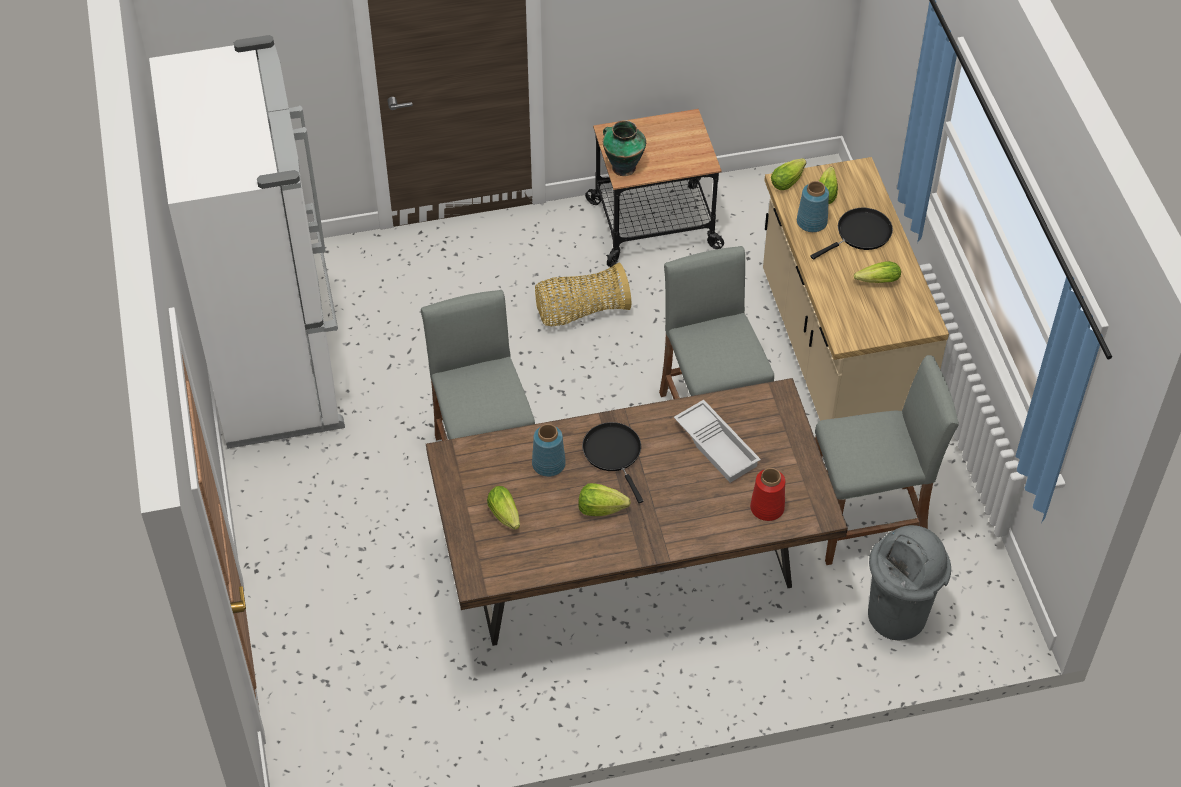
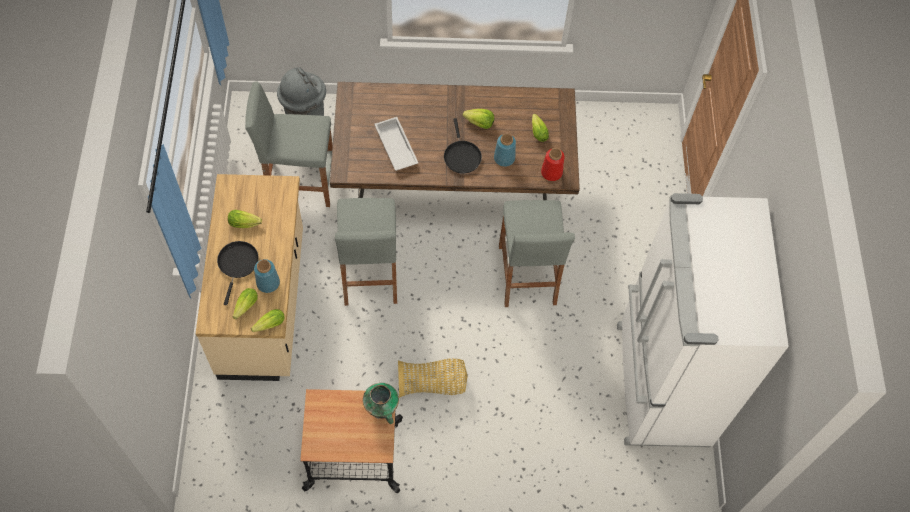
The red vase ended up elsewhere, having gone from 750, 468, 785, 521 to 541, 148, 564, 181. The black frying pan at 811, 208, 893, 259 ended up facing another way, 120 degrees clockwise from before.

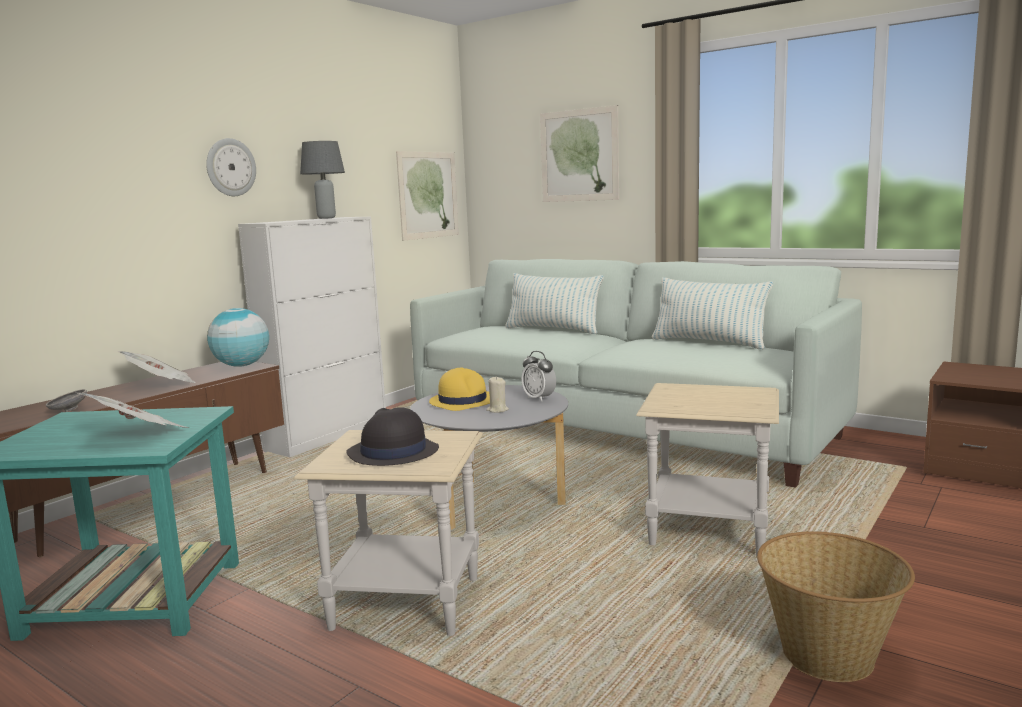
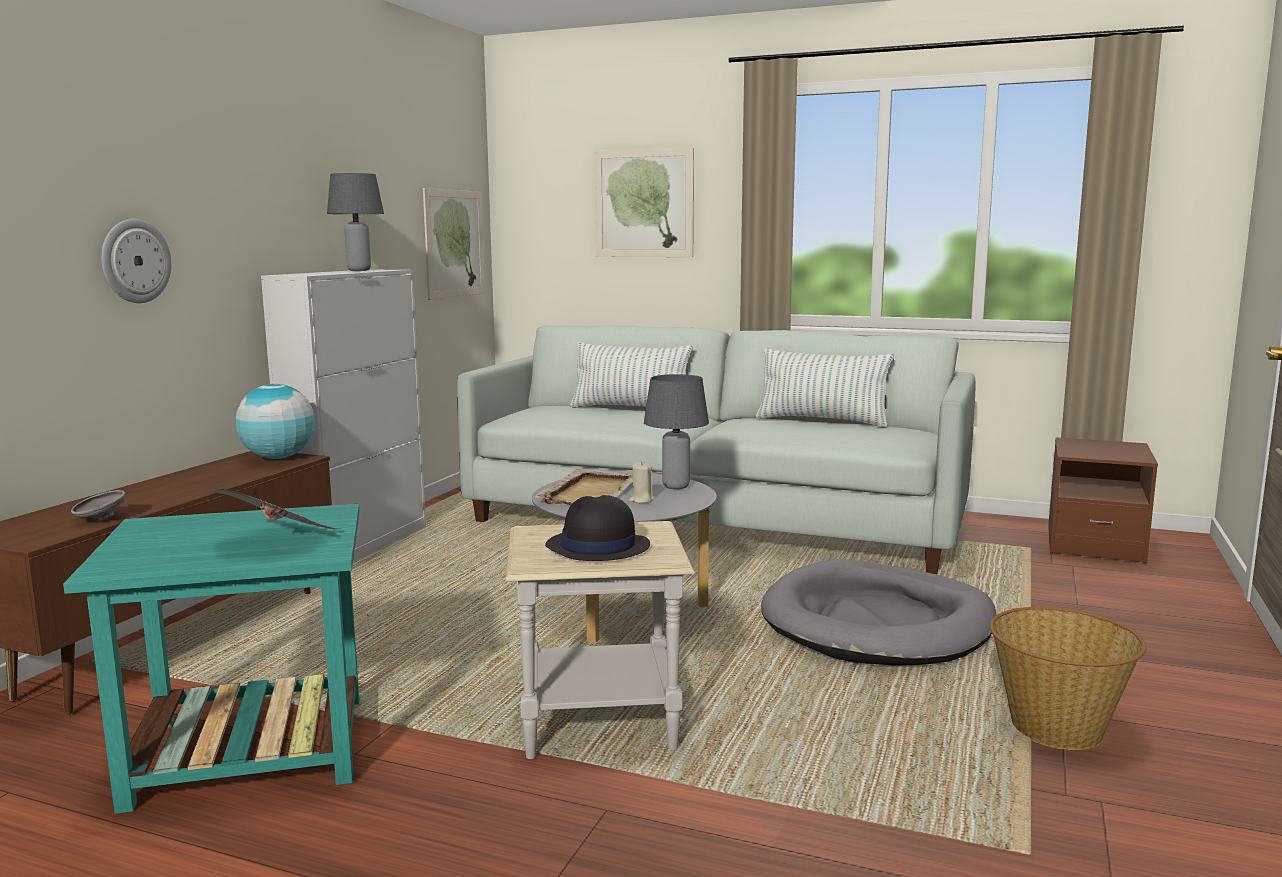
The second view lost the newspaper at 117, 351, 196, 383. The wall clock ended up elsewhere, having gone from 206, 138, 256, 196 to 101, 219, 172, 303. Where the yellow hat stood at 429, 367, 490, 411, the beige tray came to stand at 535, 470, 633, 505. Where the alarm clock stood at 521, 351, 556, 402, the grey table lamp came to stand at 644, 374, 709, 489. Where the beige side table stood at 636, 383, 779, 556, the grey dog bed came to stand at 761, 559, 997, 665.

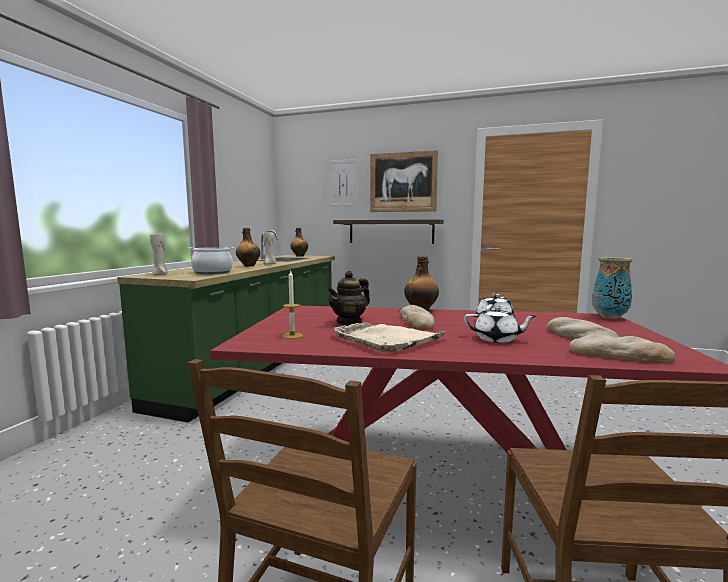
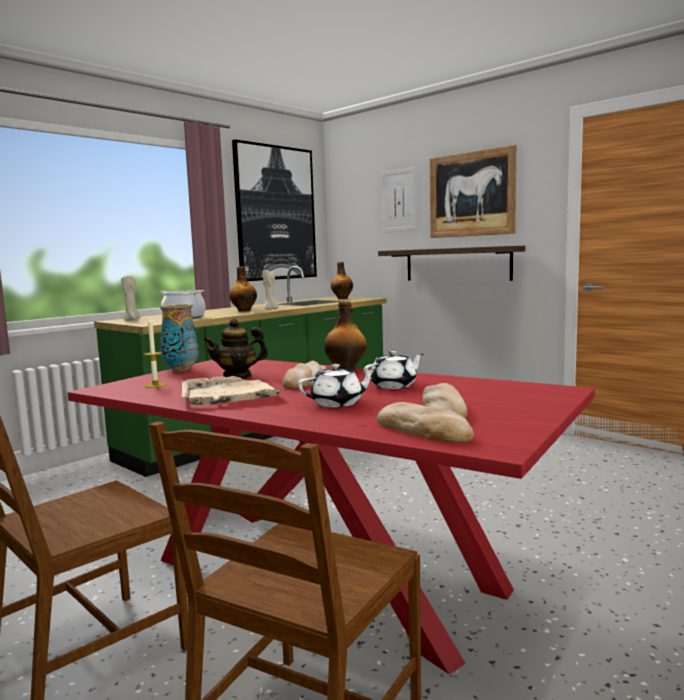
The second view gained the picture at 232, 140, 317, 281. The vase ended up elsewhere, having gone from 592, 257, 633, 319 to 160, 304, 199, 372. The white teapot at 464, 306, 536, 343 ended up facing another way, 60 degrees counterclockwise from before.

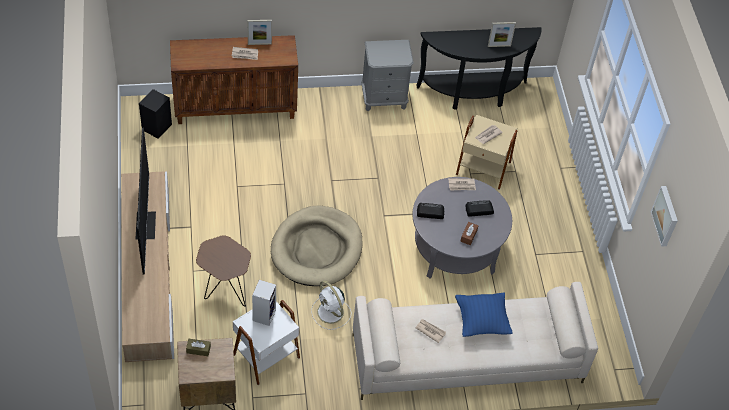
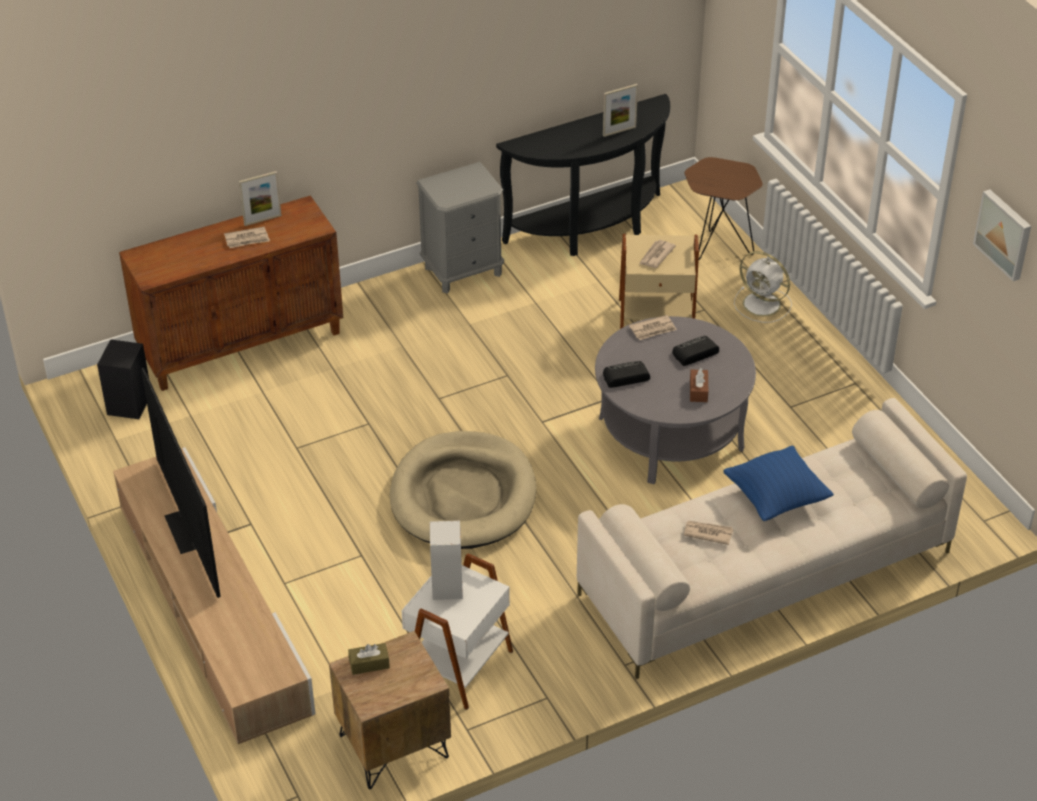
The brown side table ended up elsewhere, having gone from 196, 235, 251, 307 to 684, 157, 763, 260. The white fan ended up elsewhere, having gone from 311, 281, 351, 330 to 734, 251, 792, 323.

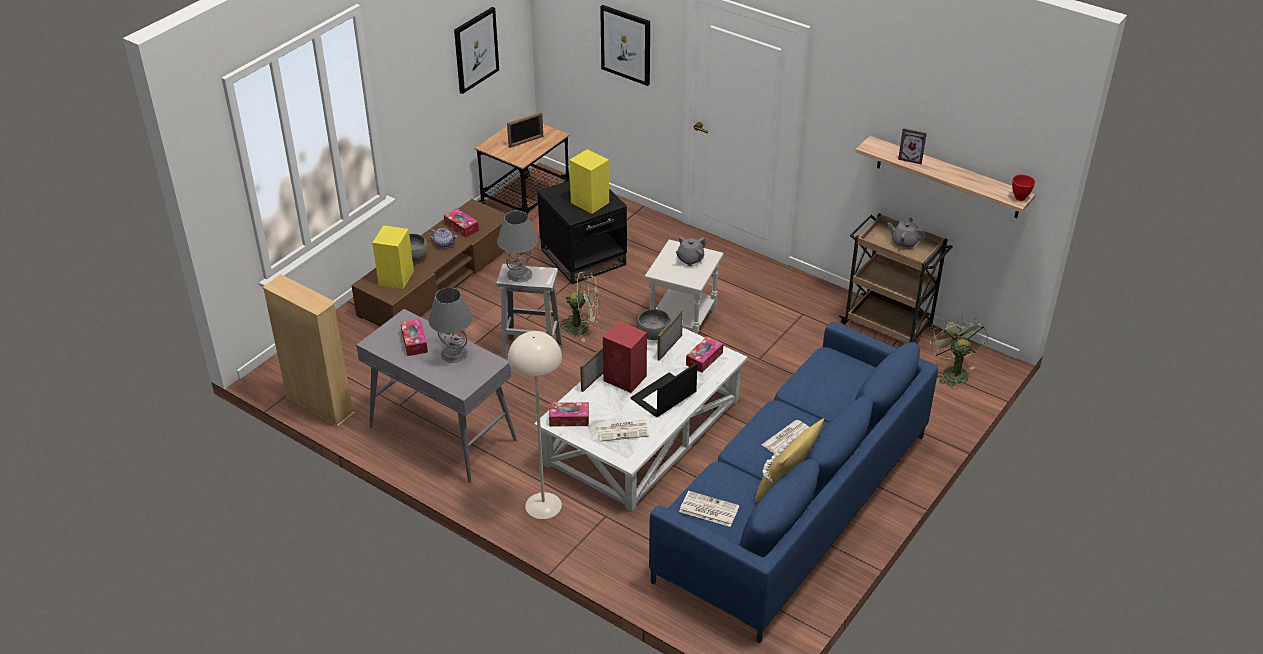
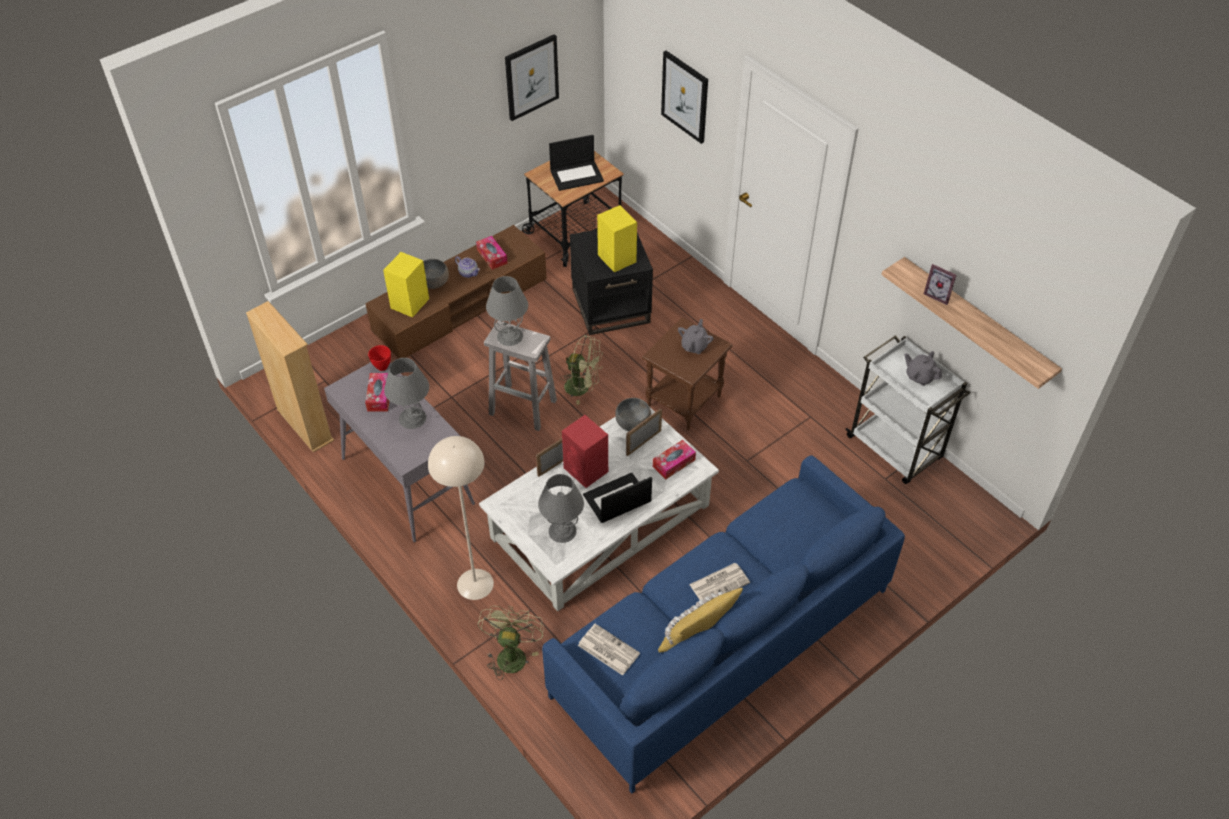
The second view lost the tissue box at 549, 402, 589, 426. The green fan ended up elsewhere, having gone from 930, 315, 988, 389 to 478, 606, 544, 680. The red bowl ended up elsewhere, having gone from 1012, 175, 1035, 201 to 368, 345, 391, 371. Where the picture frame stood at 507, 112, 543, 148, the laptop came to stand at 549, 135, 604, 191. Where the newspaper stood at 596, 420, 649, 442, the grey table lamp came to stand at 538, 474, 584, 543. What was the white side table at 645, 239, 724, 334 turned into the brown side table at 642, 317, 733, 430. What was the brown cart at 839, 213, 953, 344 turned into the white cart at 846, 335, 970, 484. The grey teapot at 676, 236, 706, 266 ended up facing another way, 135 degrees clockwise from before.

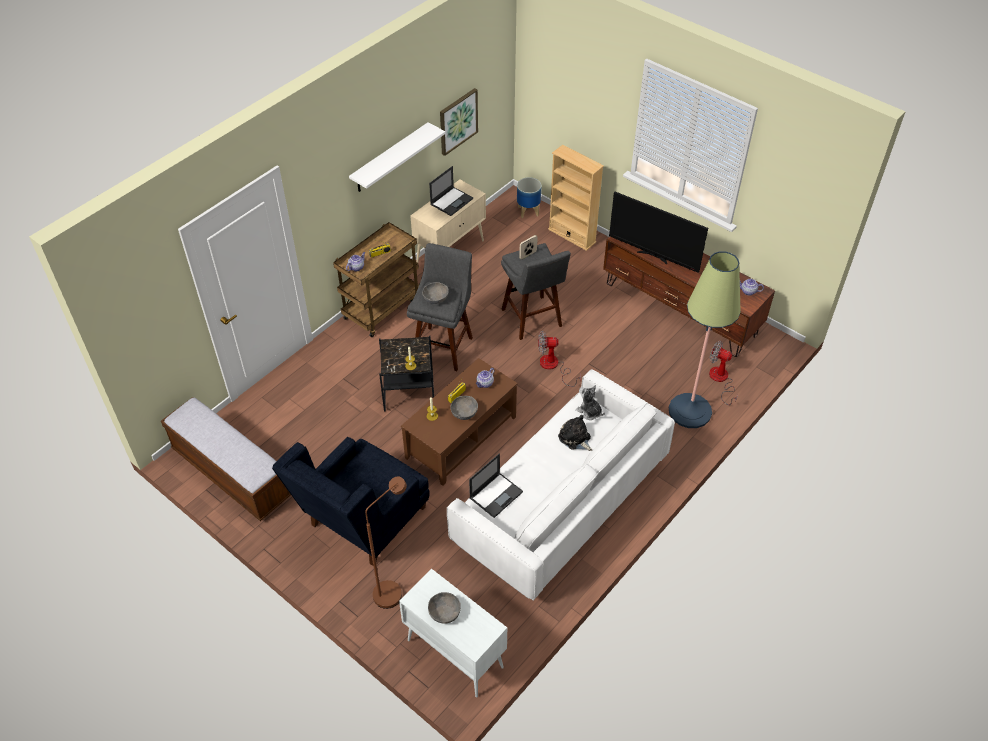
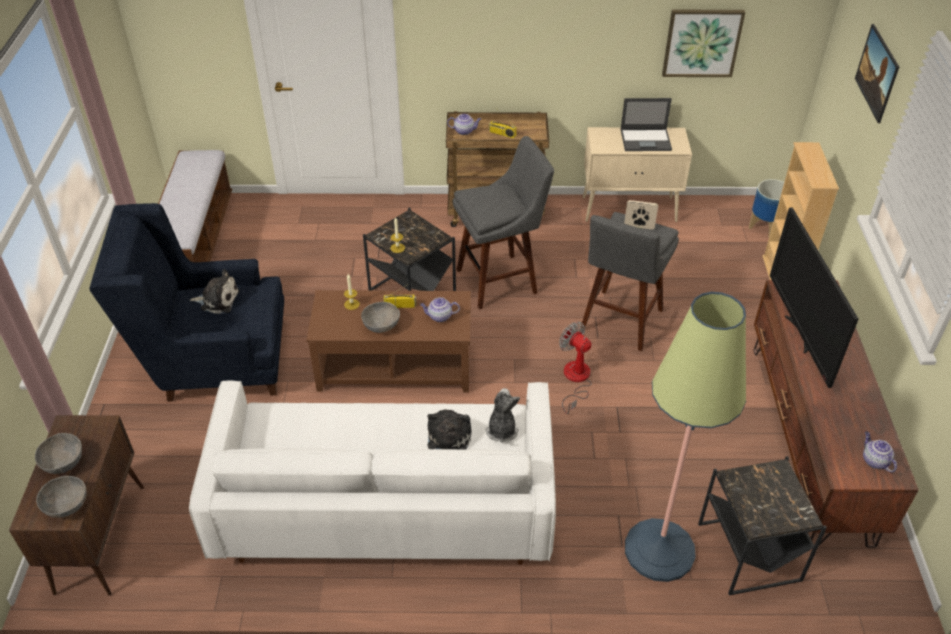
The second view lost the white shelf at 349, 122, 445, 192. The second view lost the brown floor lamp at 365, 476, 407, 609. The second view lost the laptop at 469, 454, 523, 518. The second view gained the plush toy at 190, 269, 240, 314. The second view gained the picture at 855, 24, 899, 123. The grey bowl ended up elsewhere, having gone from 422, 282, 449, 304 to 36, 476, 87, 518. Where the fan stood at 709, 341, 738, 405, the black side table came to stand at 698, 456, 827, 595. What was the white cabinet at 399, 569, 507, 698 turned into the brown cabinet at 9, 415, 144, 595.

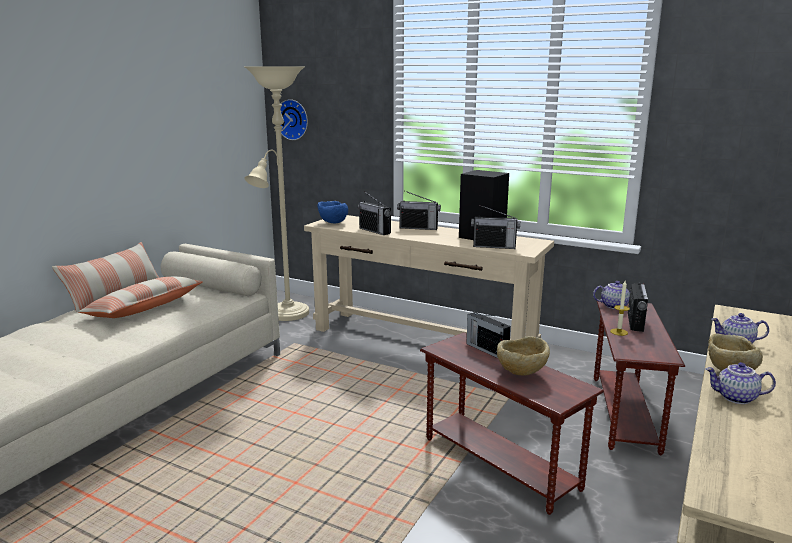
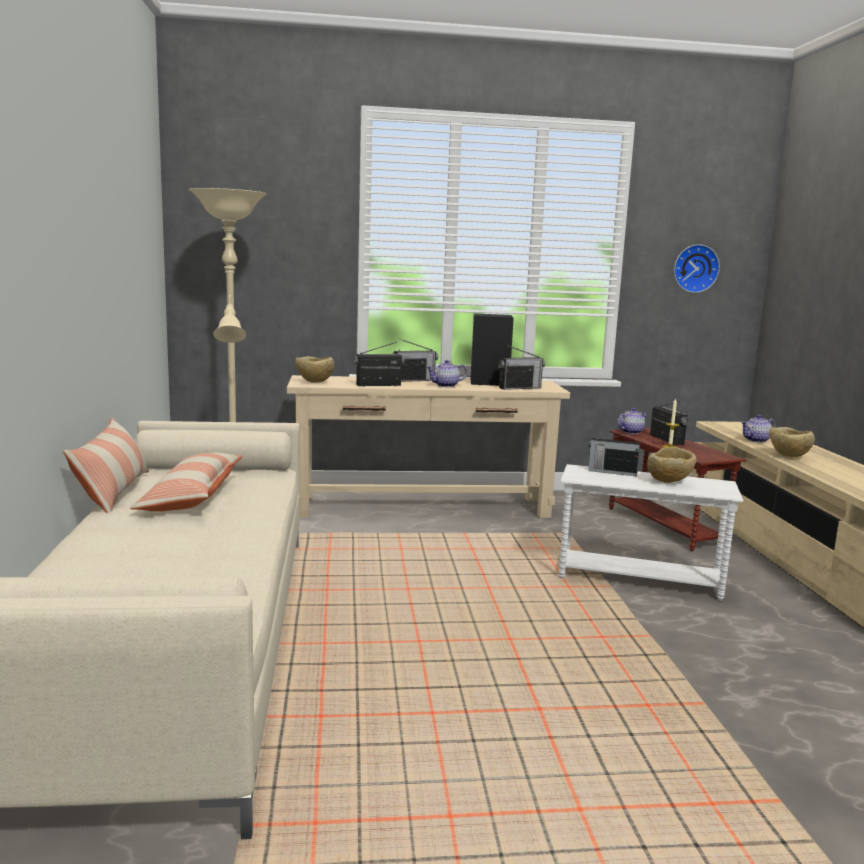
The wall clock ended up elsewhere, having gone from 281, 99, 308, 140 to 674, 244, 720, 293. The teapot ended up elsewhere, having gone from 706, 362, 776, 404 to 426, 360, 467, 387. What was the blue bowl at 317, 201, 348, 224 turned into the beige bowl at 295, 356, 335, 383. What was the brown side table at 420, 332, 604, 515 turned into the white side table at 559, 464, 743, 601. The radio at 358, 191, 391, 235 ended up facing another way, 150 degrees clockwise from before.

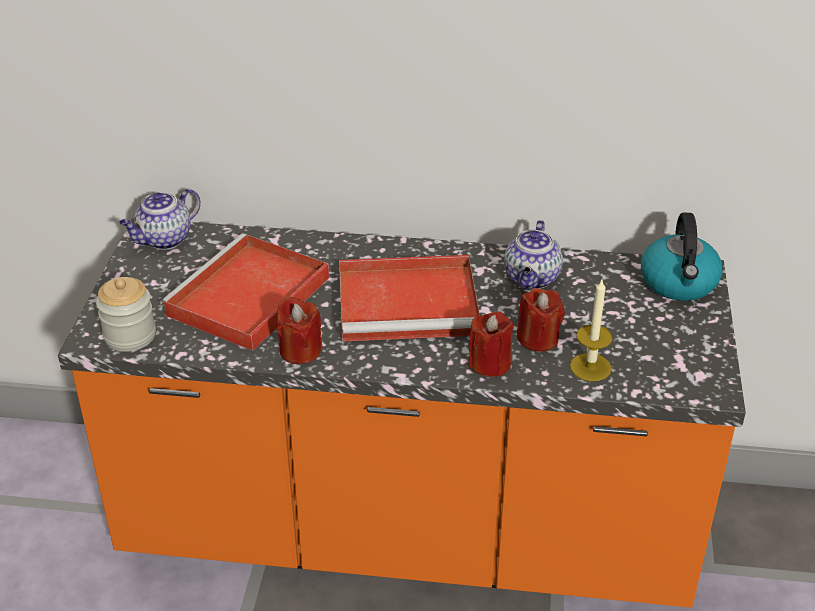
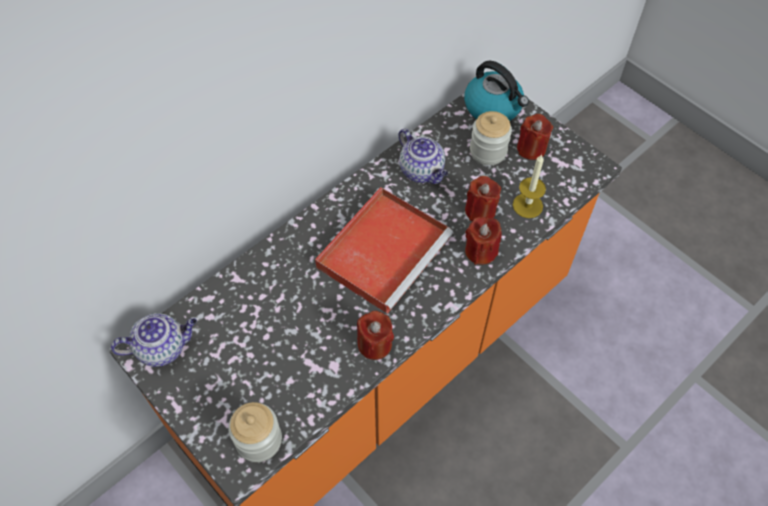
The second view lost the red tray at 160, 233, 329, 351. The second view gained the jar at 470, 111, 512, 165. The second view gained the red candle at 517, 114, 553, 160. The teapot at 119, 189, 201, 250 ended up facing another way, 105 degrees counterclockwise from before.

